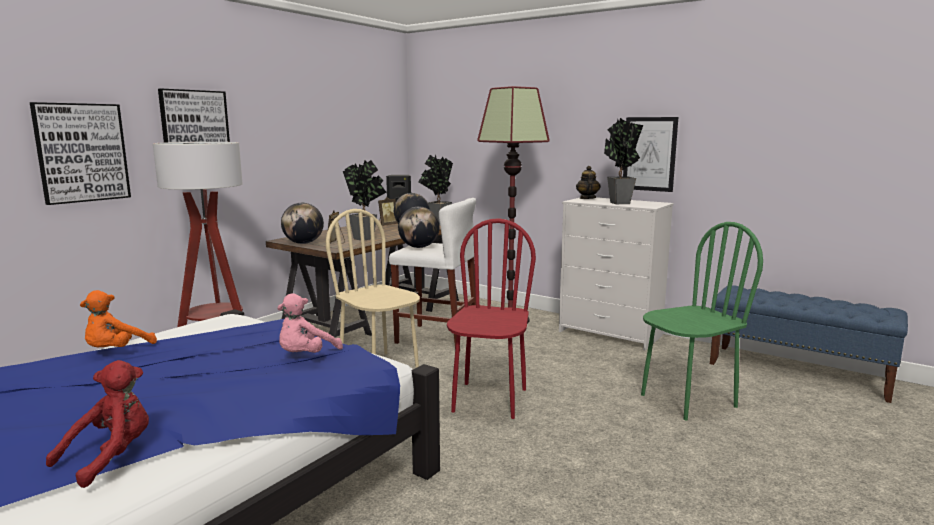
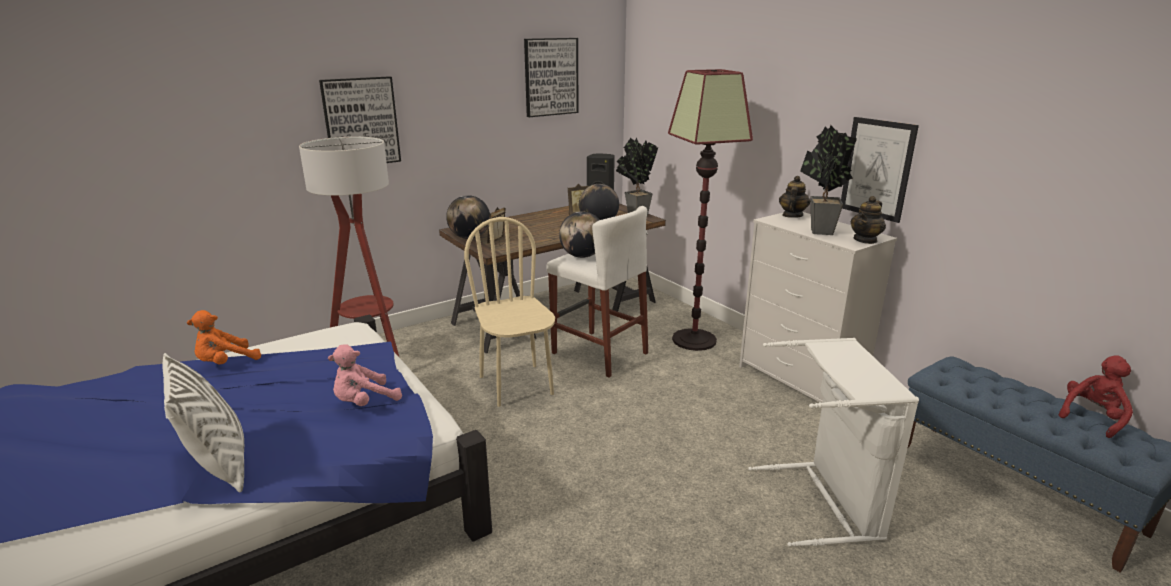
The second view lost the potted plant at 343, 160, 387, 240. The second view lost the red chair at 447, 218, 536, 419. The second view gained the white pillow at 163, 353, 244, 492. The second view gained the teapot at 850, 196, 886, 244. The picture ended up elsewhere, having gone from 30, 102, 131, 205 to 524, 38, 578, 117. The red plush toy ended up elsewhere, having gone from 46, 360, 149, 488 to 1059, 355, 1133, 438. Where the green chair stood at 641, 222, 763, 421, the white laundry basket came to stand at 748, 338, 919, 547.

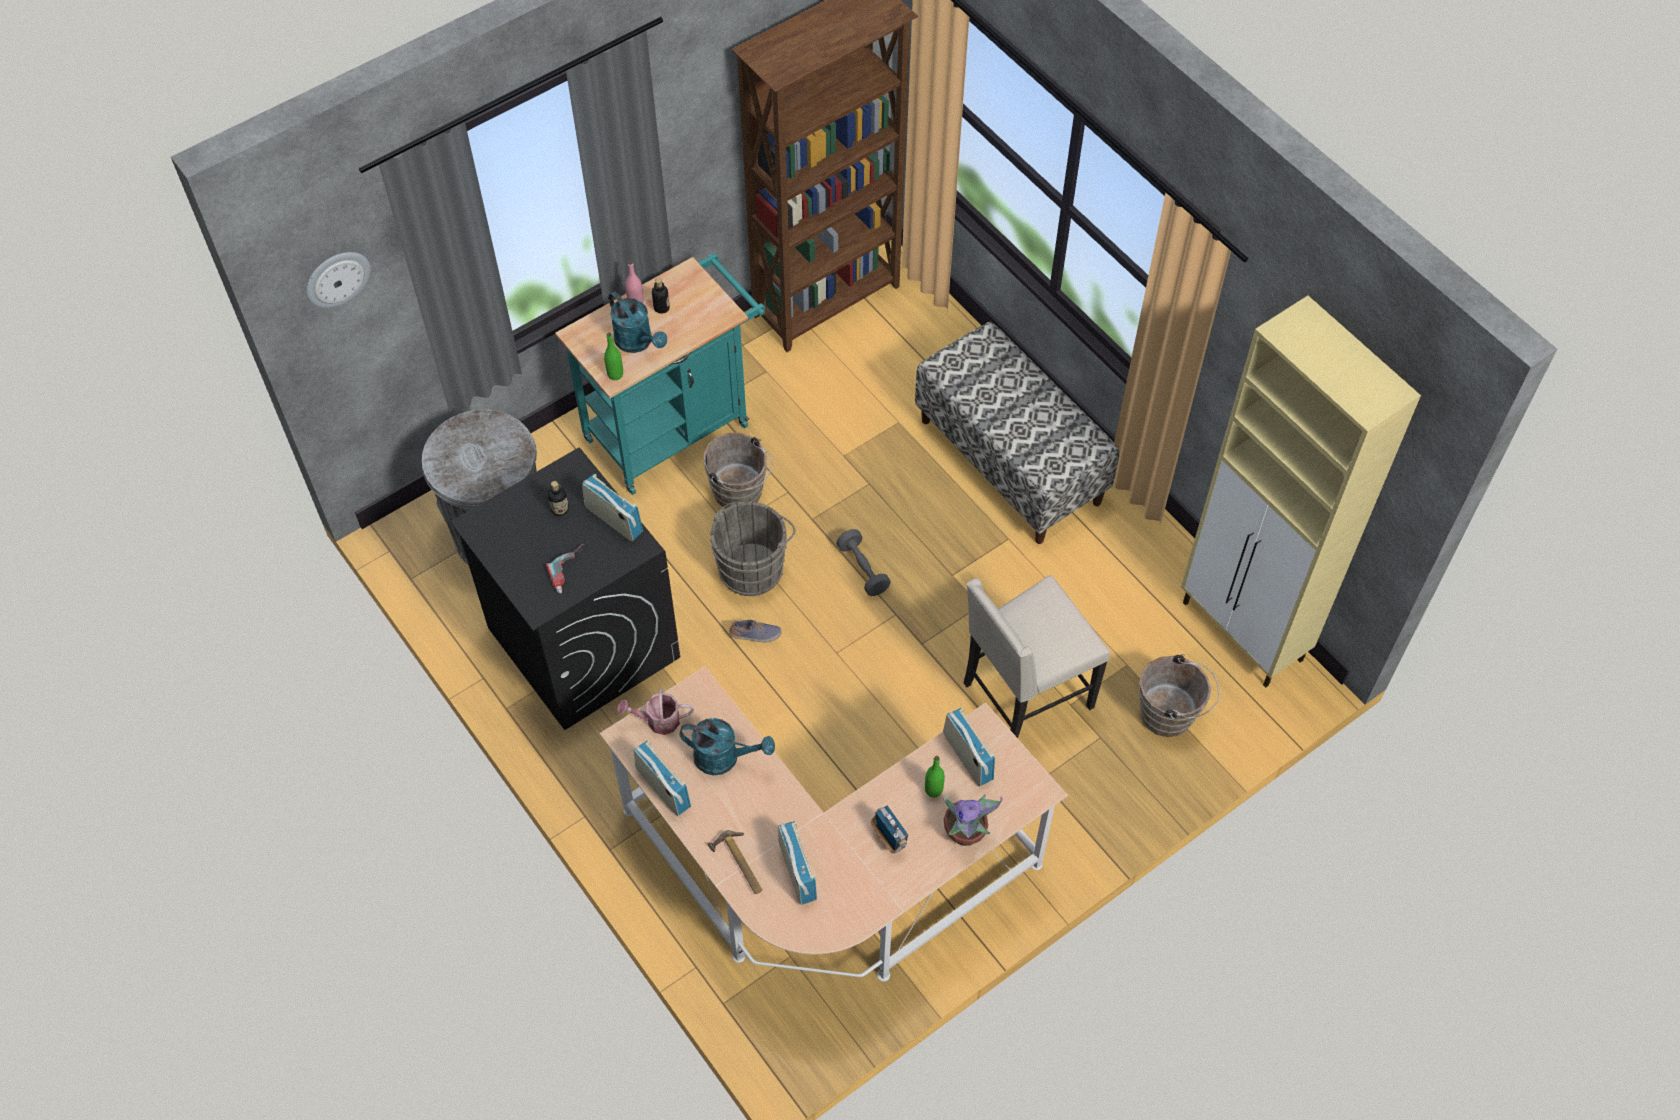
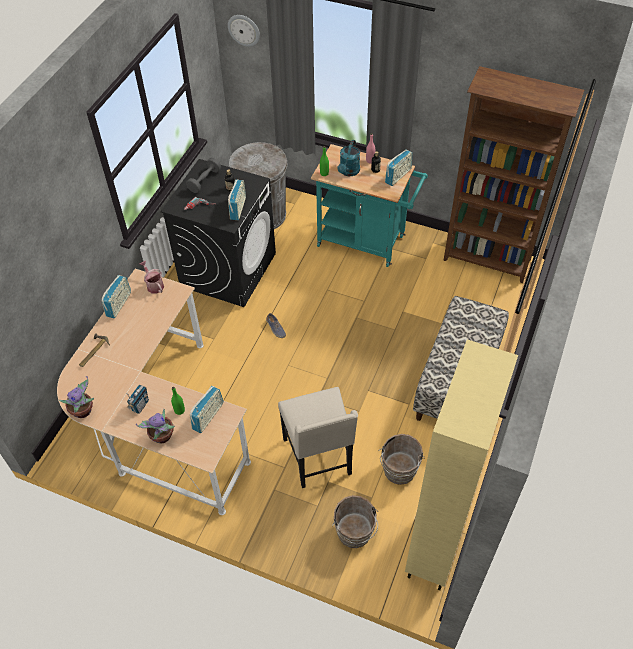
The second view lost the turquoise watering can at 679, 718, 775, 775. The second view lost the grey bucket at 710, 502, 795, 596. The second view gained the potted plant at 59, 376, 94, 418. The brown bucket ended up elsewhere, having gone from 704, 433, 773, 509 to 379, 434, 424, 485. The radio ended up elsewhere, having gone from 778, 821, 817, 905 to 385, 149, 412, 186. The grey dumbbell ended up elsewhere, having gone from 836, 529, 891, 596 to 186, 158, 221, 193. The beige chair at 964, 575, 1110, 738 ended up facing another way, 135 degrees counterclockwise from before.

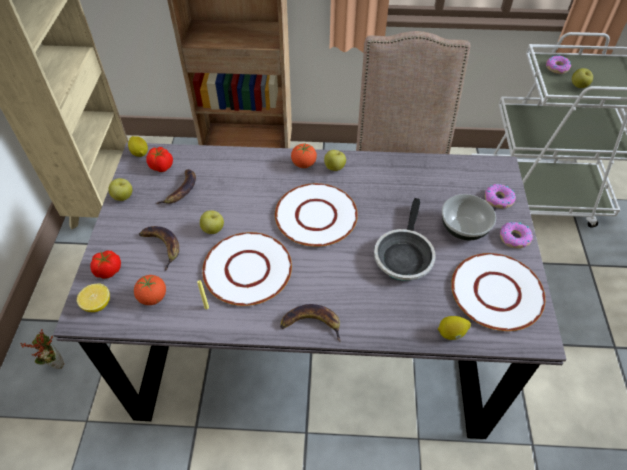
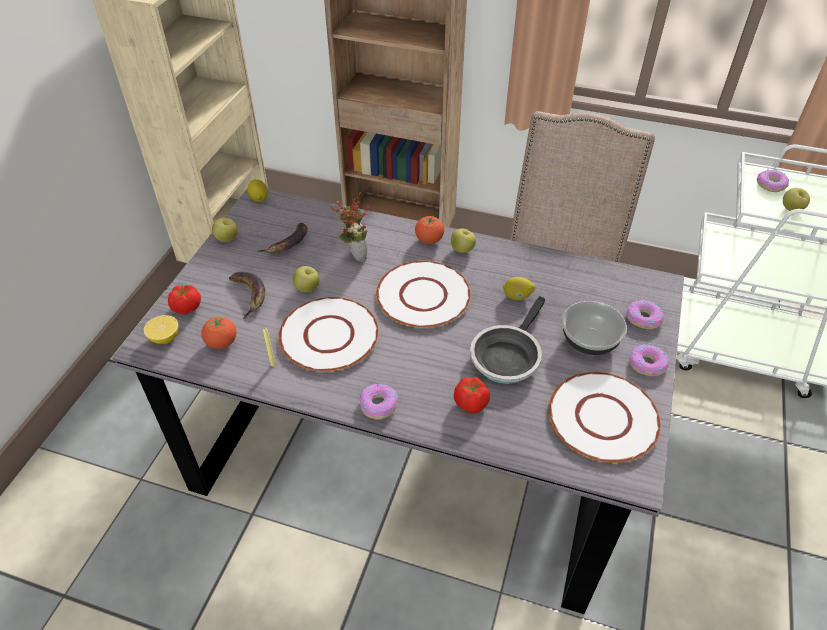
The potted plant ended up elsewhere, having gone from 20, 329, 64, 369 to 331, 192, 370, 262. The tomato ended up elsewhere, having gone from 146, 147, 173, 172 to 454, 377, 490, 414. The lemon ended up elsewhere, having gone from 438, 316, 471, 340 to 503, 277, 535, 300. Where the banana stood at 280, 304, 340, 342, the donut came to stand at 360, 384, 398, 419.

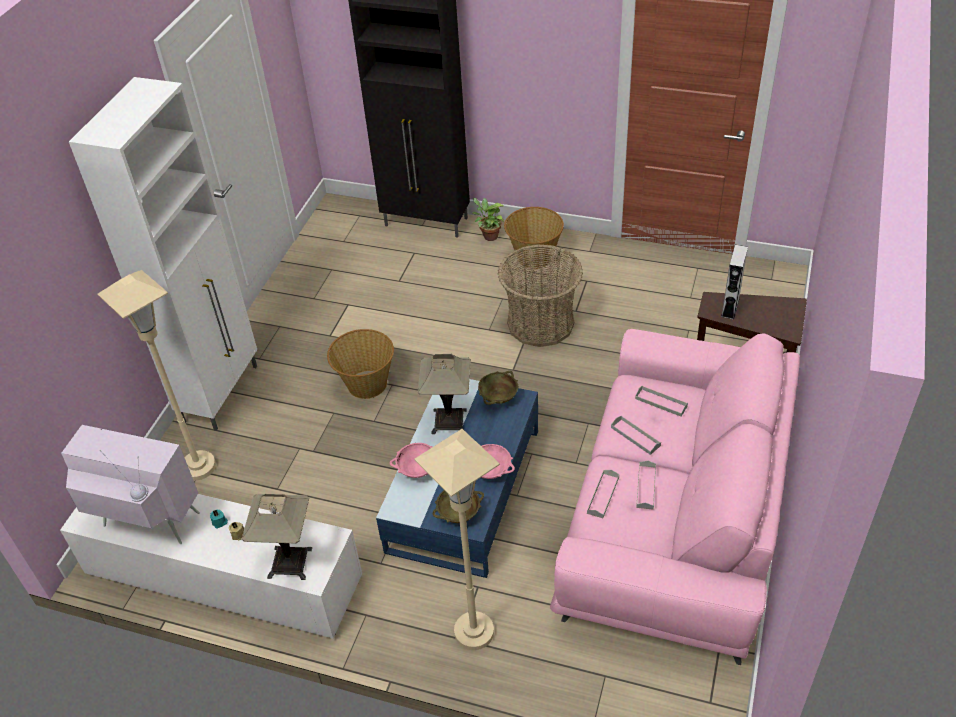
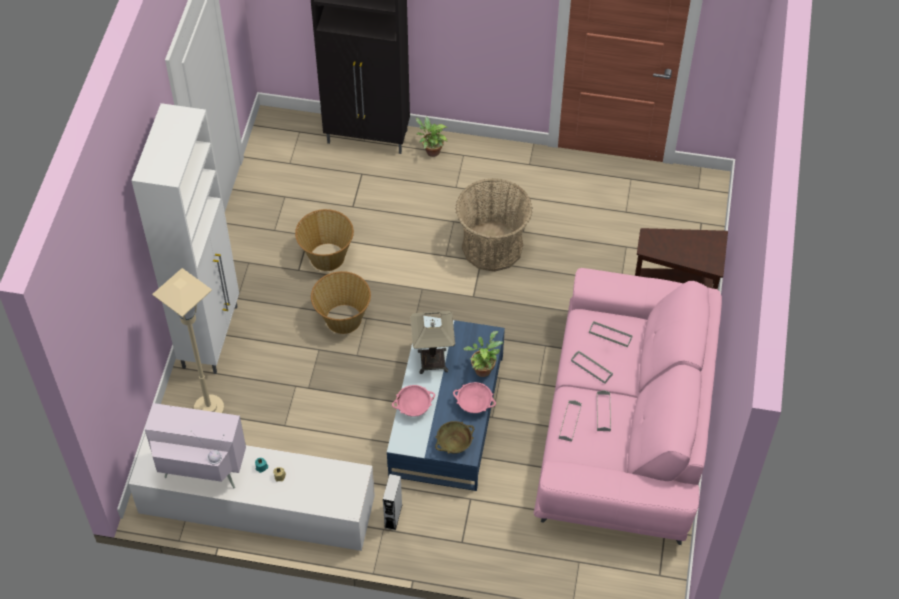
The second view lost the table lamp at 242, 494, 312, 580. The second view lost the beige floor lamp at 414, 429, 500, 650. The second view lost the beige bowl at 478, 371, 518, 405. The second view gained the potted plant at 463, 331, 503, 377. The basket ended up elsewhere, having gone from 504, 207, 564, 269 to 295, 209, 354, 271. The grey speaker ended up elsewhere, having gone from 721, 245, 748, 319 to 383, 474, 402, 530.

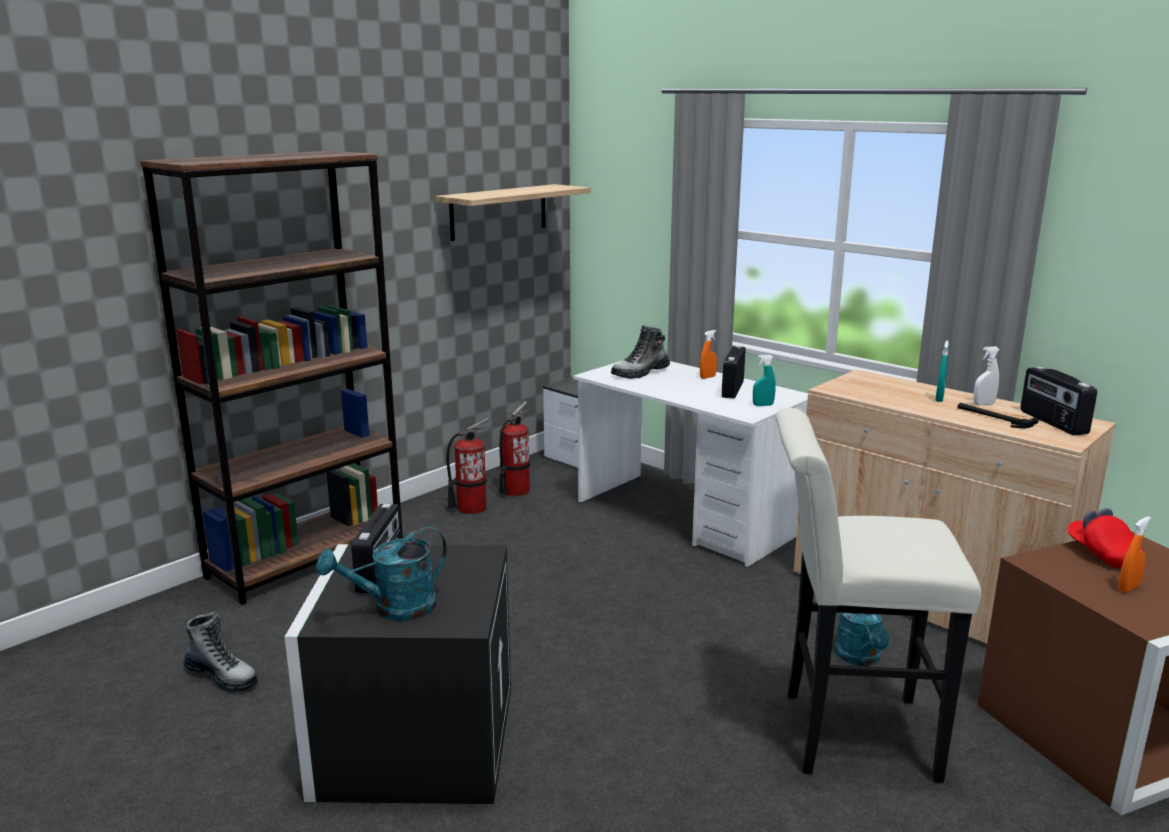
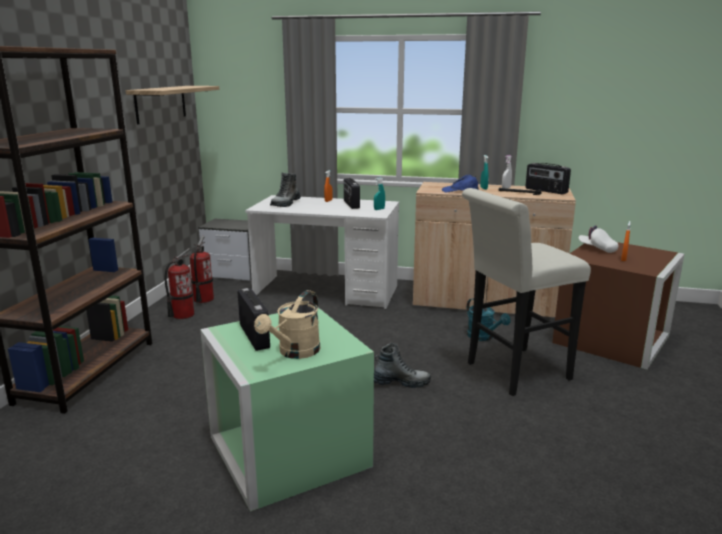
The second view gained the blue cap at 442, 175, 479, 192. The boot ended up elsewhere, having gone from 184, 612, 258, 692 to 374, 343, 431, 388. What was the black storage box at 285, 544, 511, 804 turned into the green storage box at 200, 308, 374, 512. What was the turquoise watering can at 316, 527, 447, 621 turned into the beige watering can at 254, 290, 320, 359. What was the red cap at 1068, 508, 1143, 568 turned into the white cap at 579, 225, 618, 253.

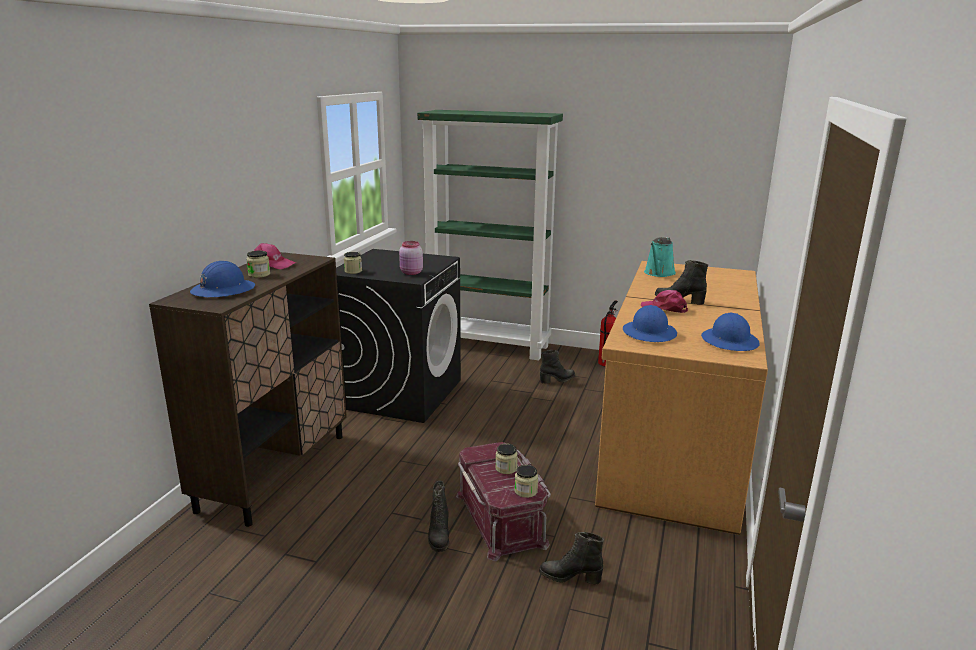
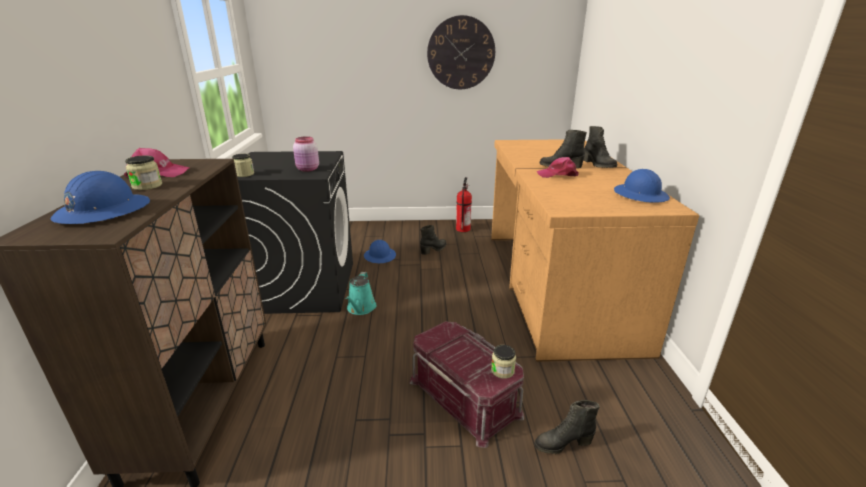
The second view lost the green bookcase at 417, 110, 563, 360. The second view lost the jar at 495, 444, 518, 474. The second view gained the wall clock at 427, 15, 495, 89. The black boot ended up elsewhere, having gone from 428, 481, 449, 552 to 583, 126, 617, 168. The blue hard hat ended up elsewhere, having gone from 623, 305, 677, 342 to 364, 240, 396, 263. The turquoise watering can ended up elsewhere, having gone from 644, 237, 676, 277 to 345, 272, 376, 315.

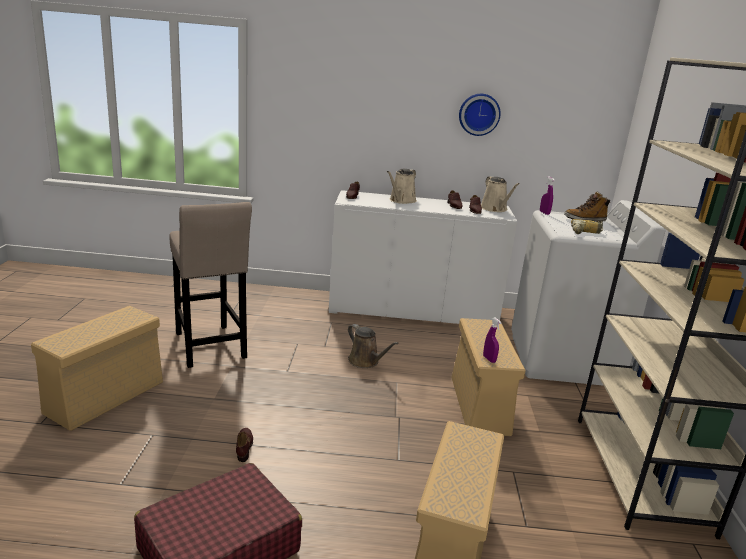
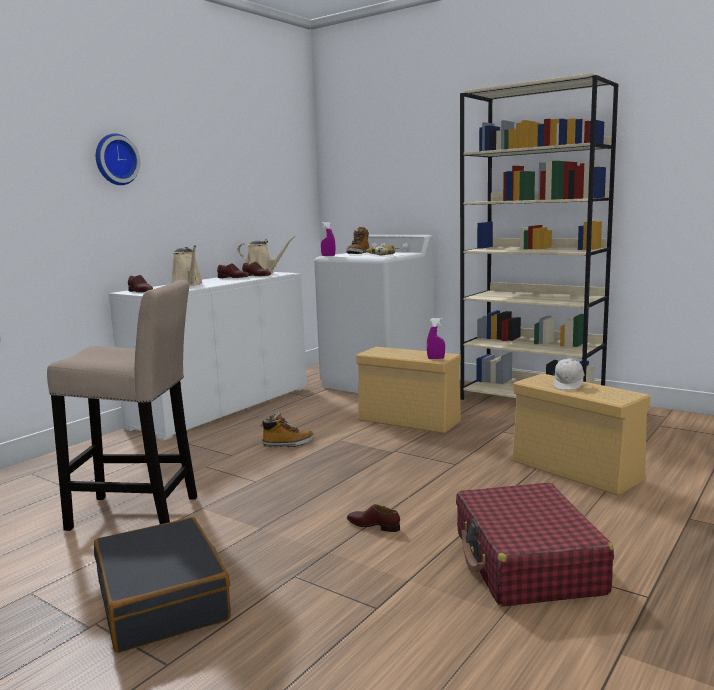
The second view gained the white cap at 554, 359, 584, 390. The wall clock ended up elsewhere, having gone from 459, 94, 501, 136 to 96, 133, 140, 185. Where the beige storage box stood at 31, 306, 163, 431, the black suitcase came to stand at 94, 517, 231, 653. Where the brown watering can stood at 348, 324, 399, 368, the boot came to stand at 260, 412, 314, 447.

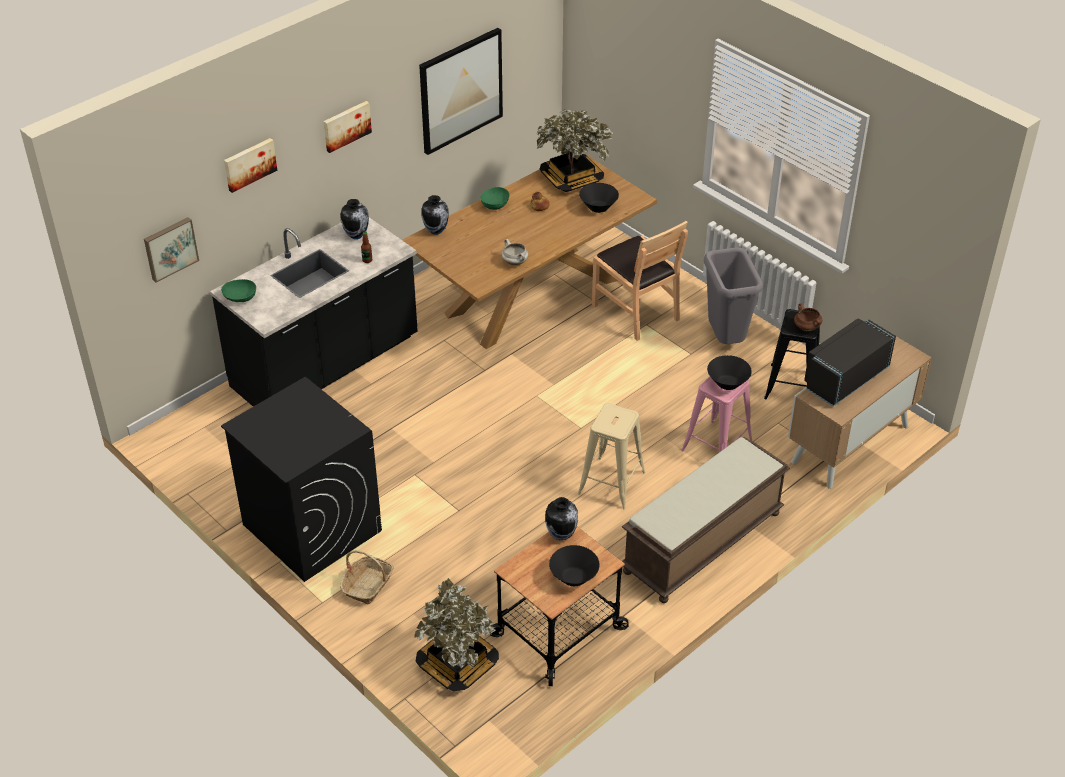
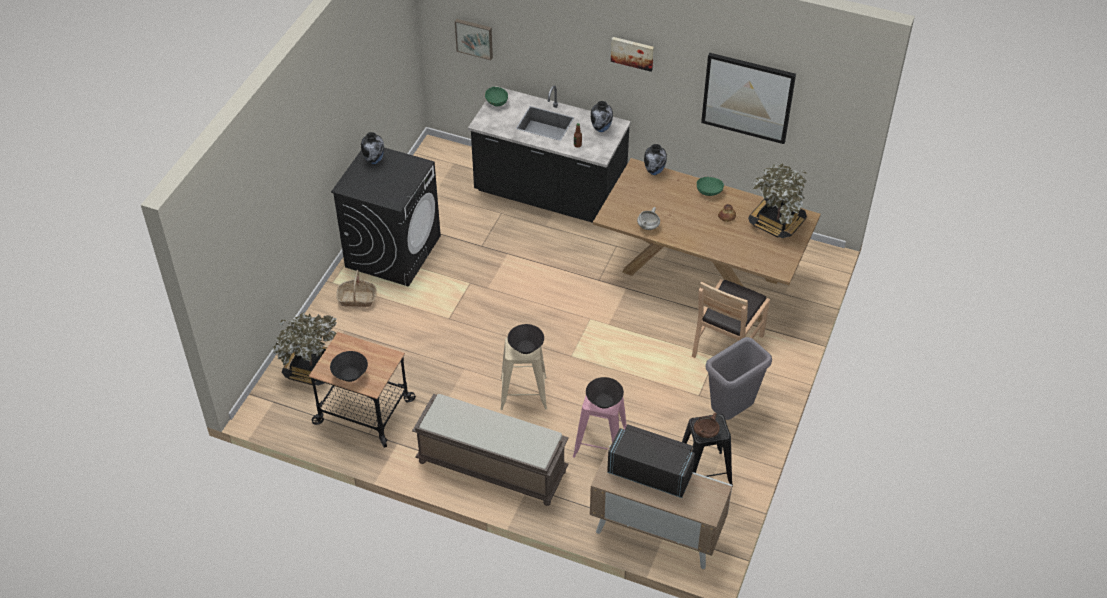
The second view lost the picture at 224, 138, 277, 193. The vase ended up elsewhere, having gone from 545, 497, 578, 541 to 361, 132, 384, 164. The black bowl ended up elsewhere, having gone from 579, 183, 619, 213 to 508, 324, 544, 354.

